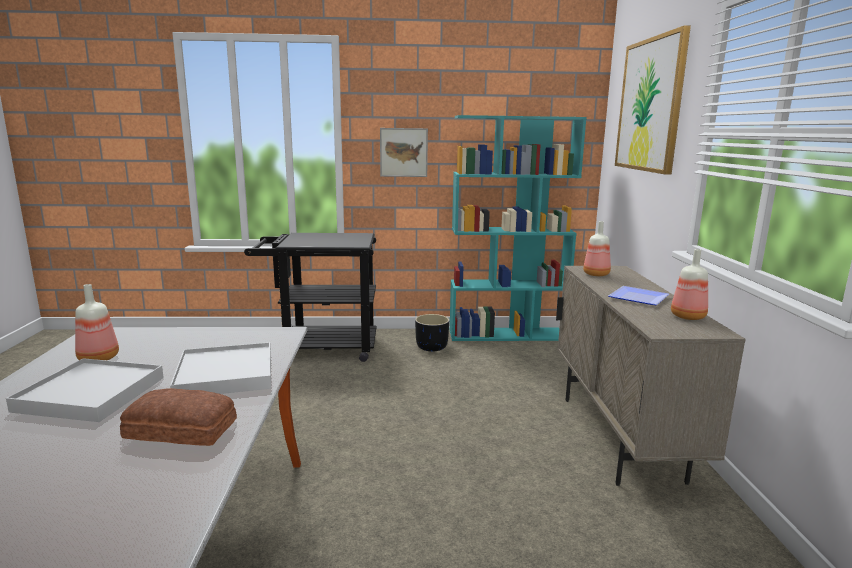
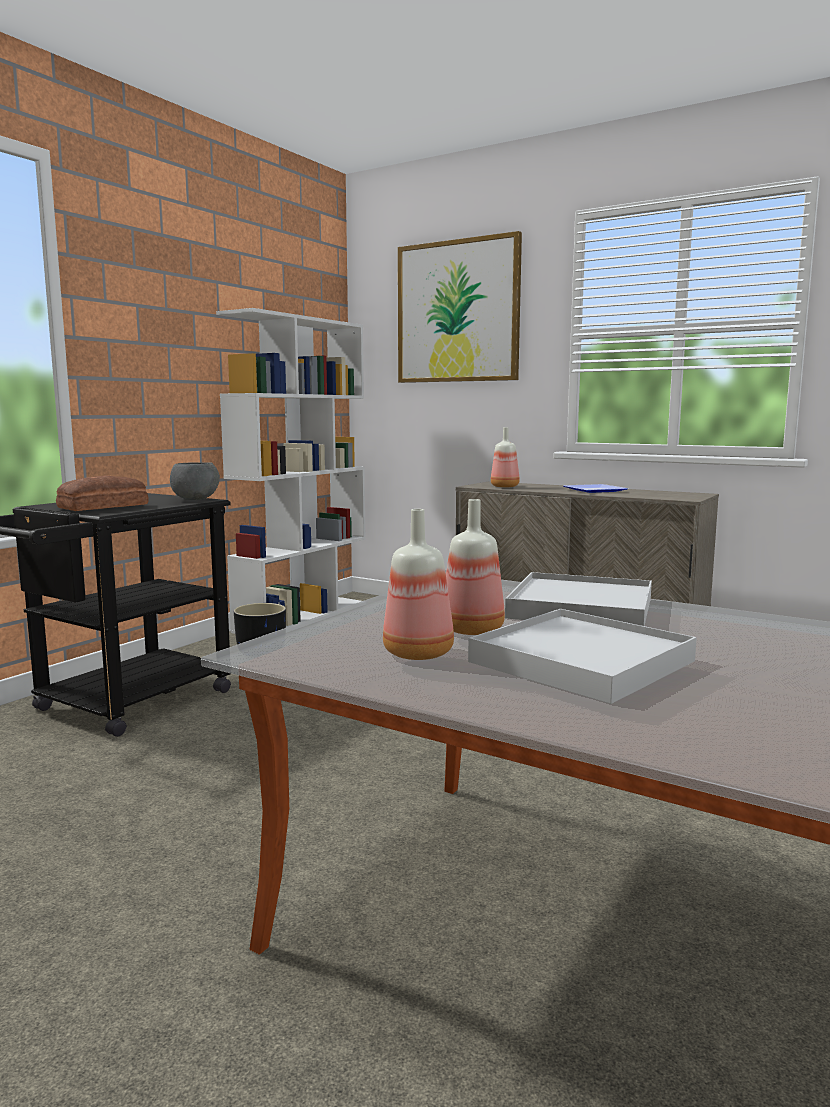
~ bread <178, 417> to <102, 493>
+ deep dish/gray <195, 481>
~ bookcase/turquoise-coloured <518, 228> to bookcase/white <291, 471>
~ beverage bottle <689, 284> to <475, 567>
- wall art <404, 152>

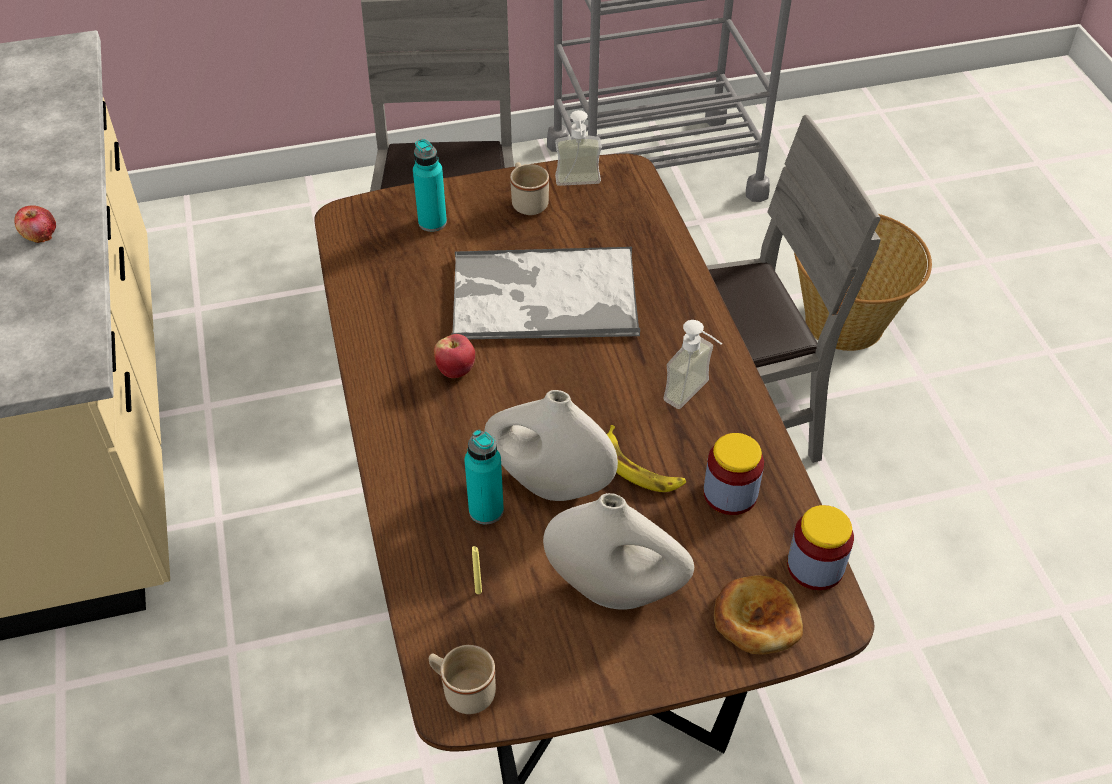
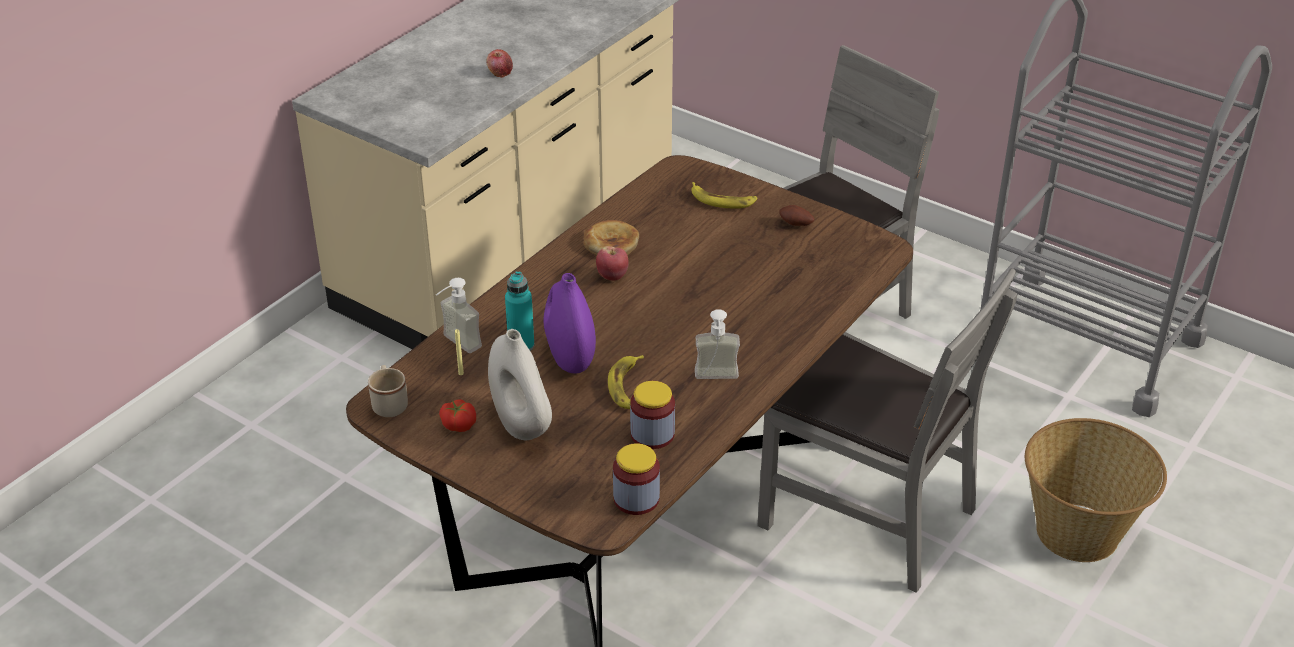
~ soap dispenser <578, 148> to <459, 315>
+ tomato <457, 415>
~ vase/white <551, 445> to vase/purple-coloured <569, 323>
~ bread <758, 615> to <611, 237>
~ beverage bottle/turquoise-coloured <430, 185> to whole banana <724, 195>
~ coffee mug/sand-coloured <529, 188> to whole potato <796, 215>
- serving tray <545, 293>

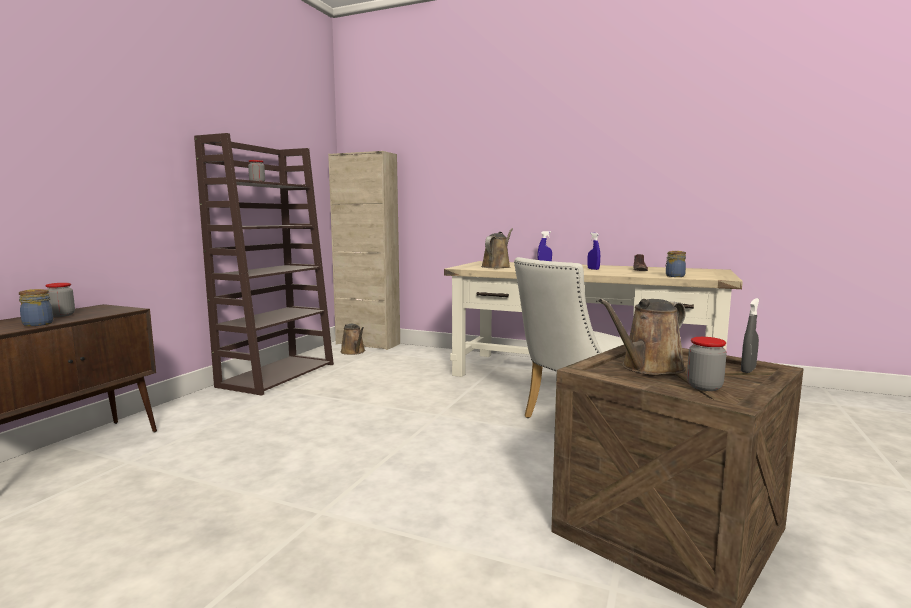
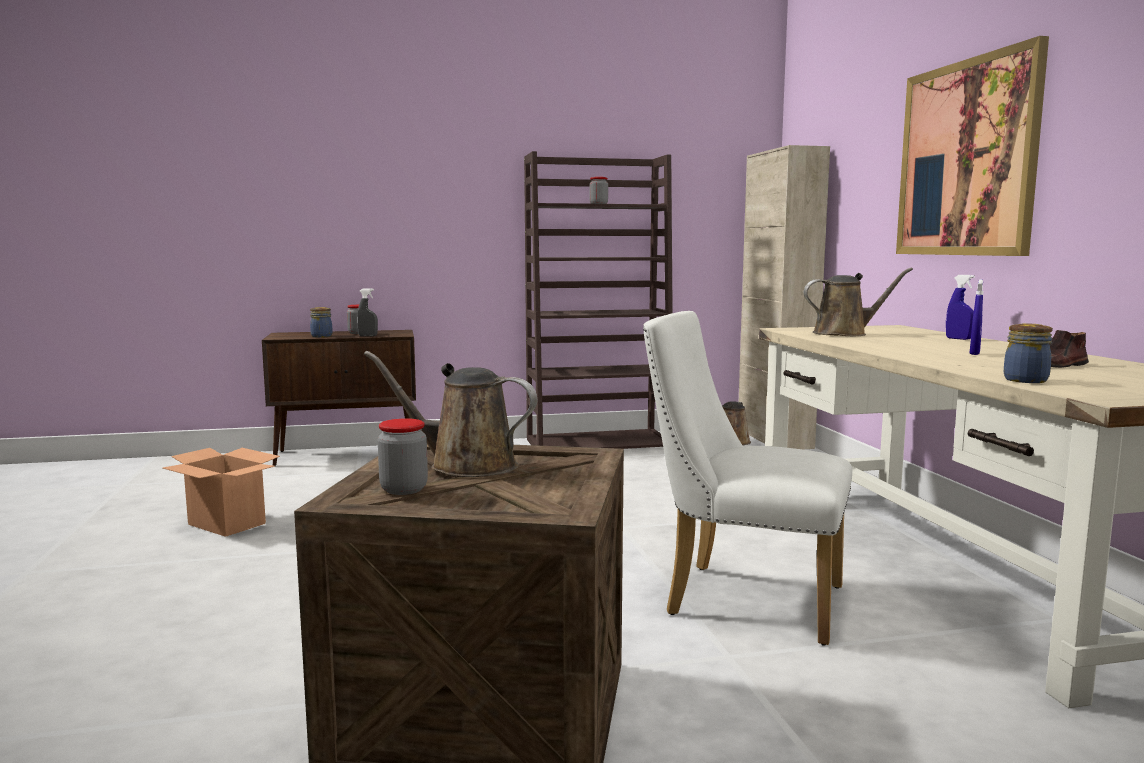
+ packing box <221, 492>
~ hand sprayer/gray <750, 335> to <367, 312>
+ wall art <972, 146>

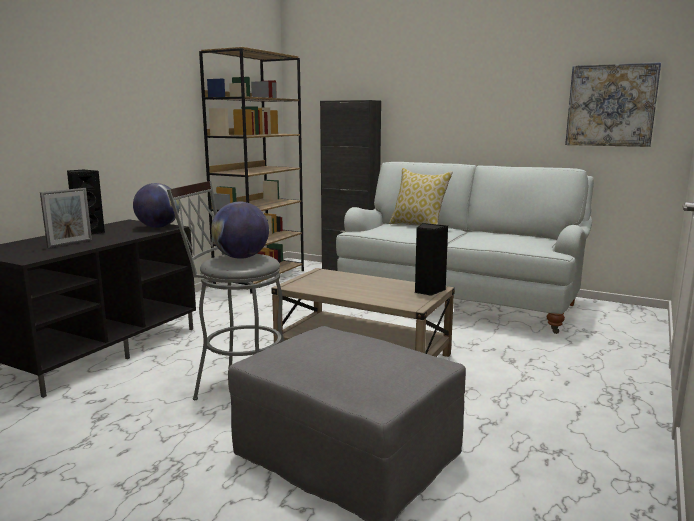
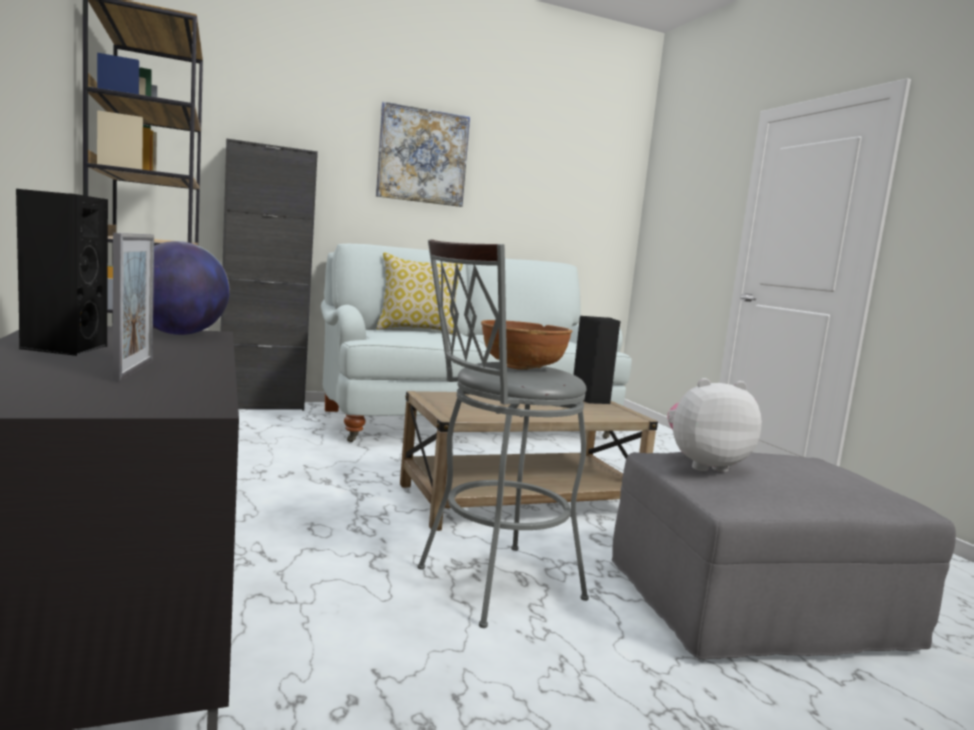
~ wall art <613, 104> to <423, 154>
~ world globe <240, 230> to deep dish/brownish <527, 345>
+ plush toy <715, 425>

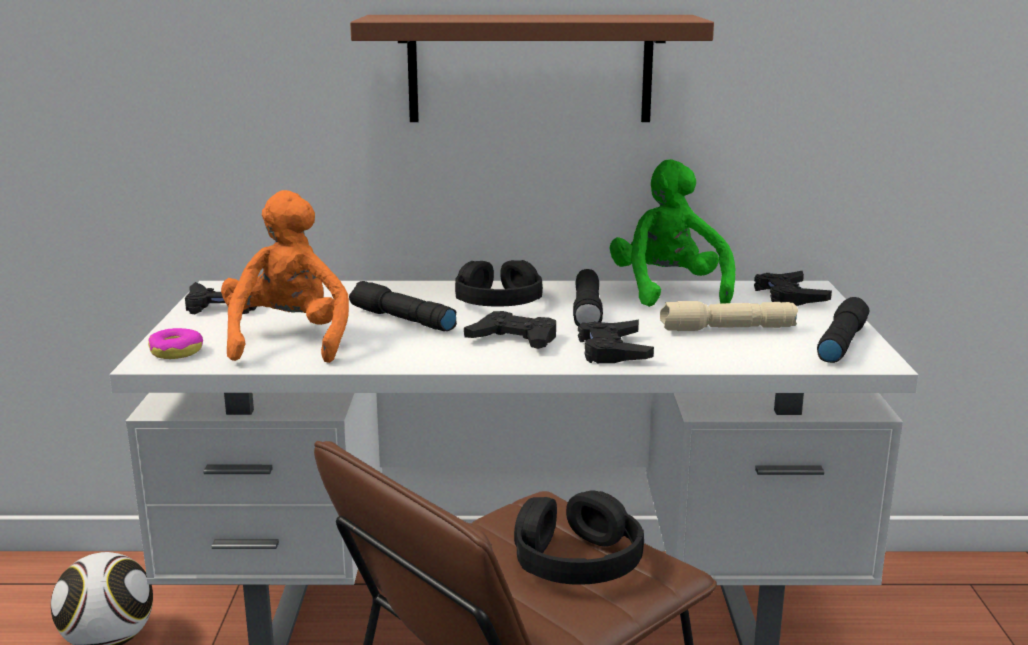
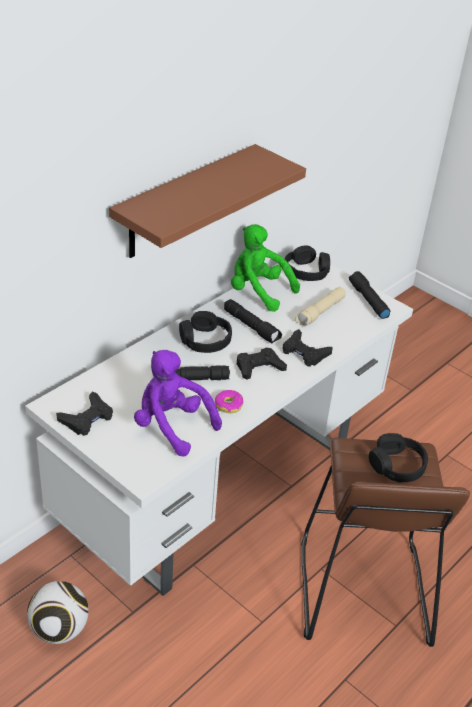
~ plush toy/orange-coloured <285, 276> to plush toy/purple-coloured <178, 403>
~ doughnut <175, 343> to <229, 401>
~ gamepad/black <793, 288> to headset/black <307, 263>

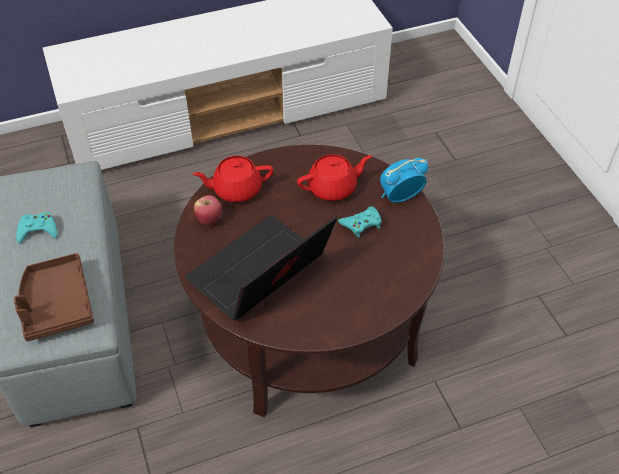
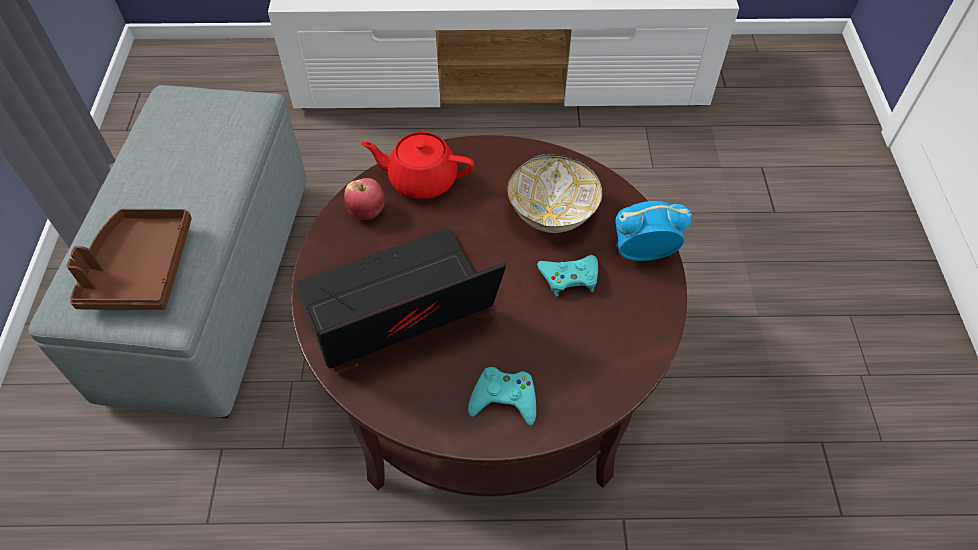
~ gamepad/turquoise-coloured <36, 227> to <502, 396>
~ pot for tea/reddish <334, 177> to deep dish <555, 193>

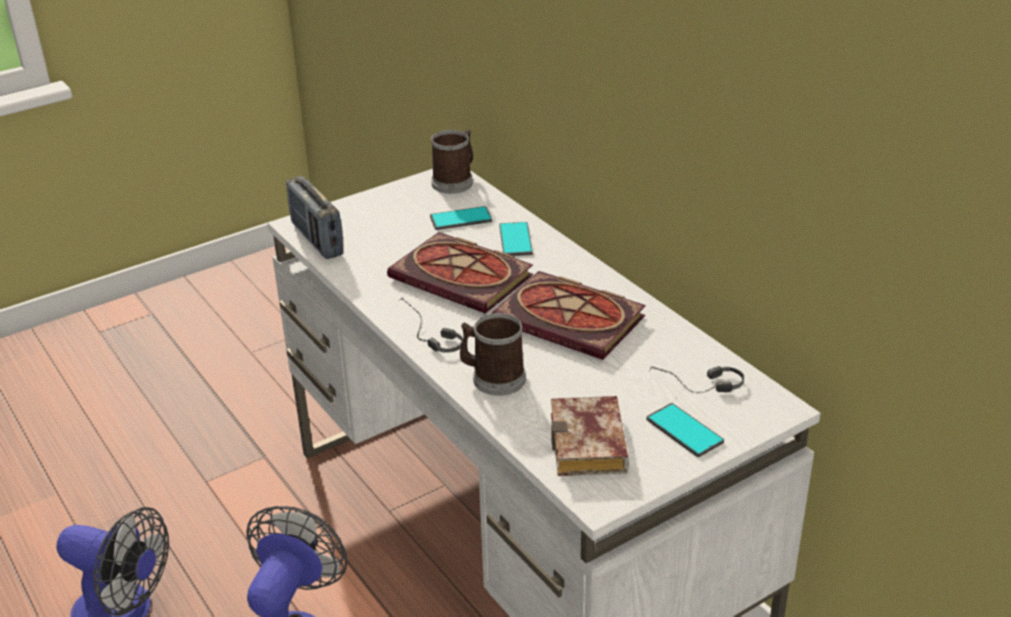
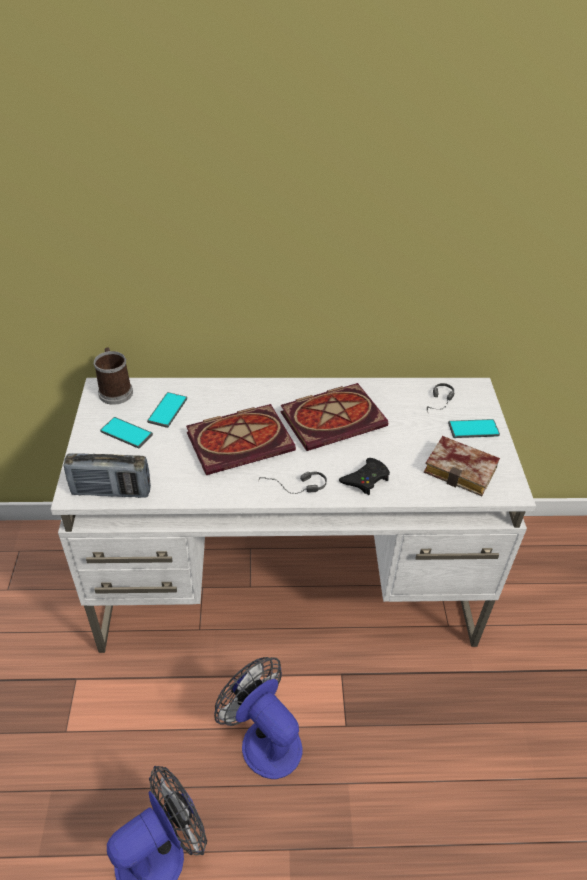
~ phone <516, 239> to <126, 432>
~ coffee mug <493, 354> to gamepad/black <364, 476>

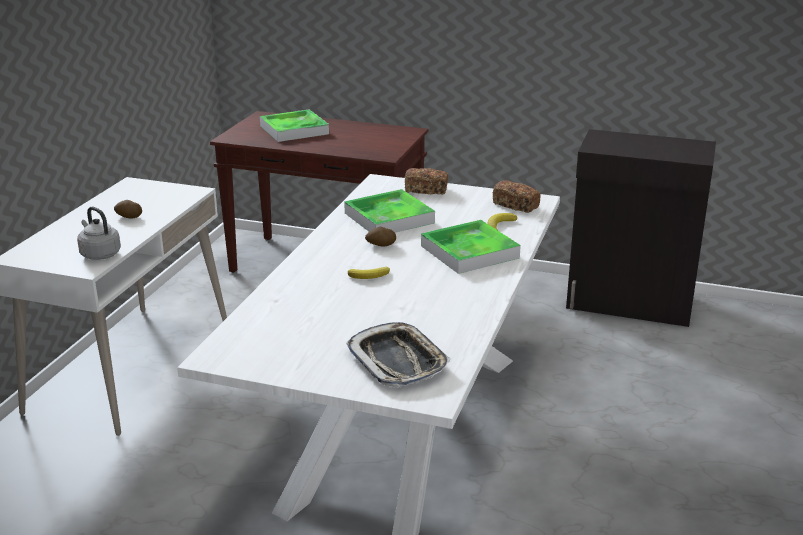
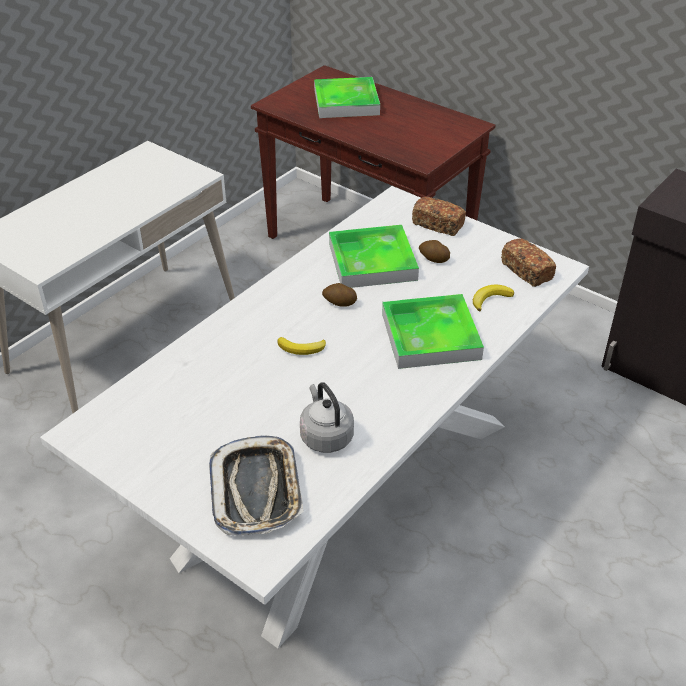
~ kettle/gray <99, 233> to <327, 417>
~ whole potato <128, 209> to <434, 251>

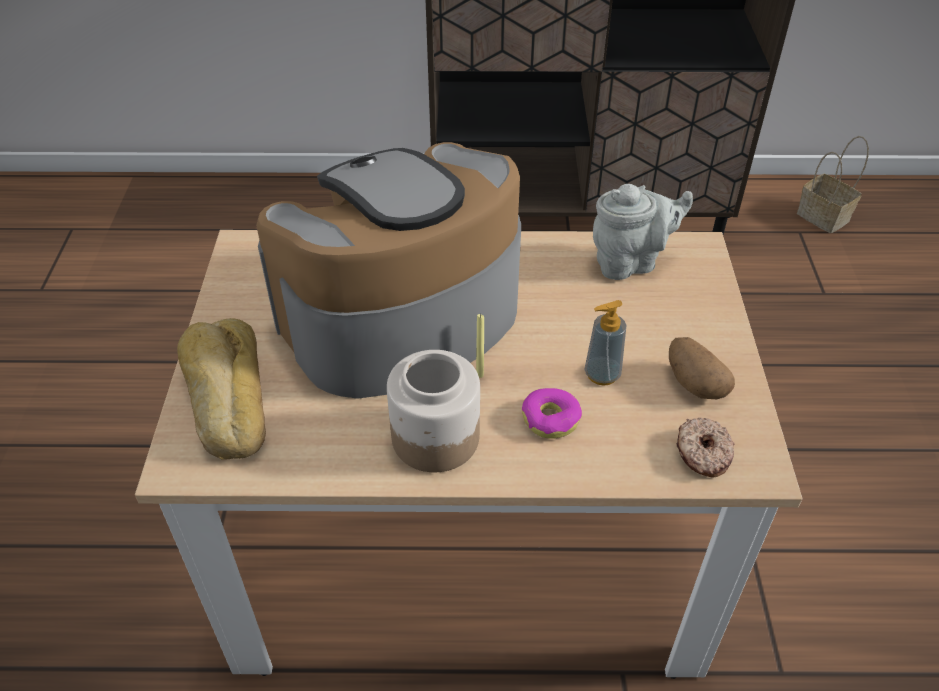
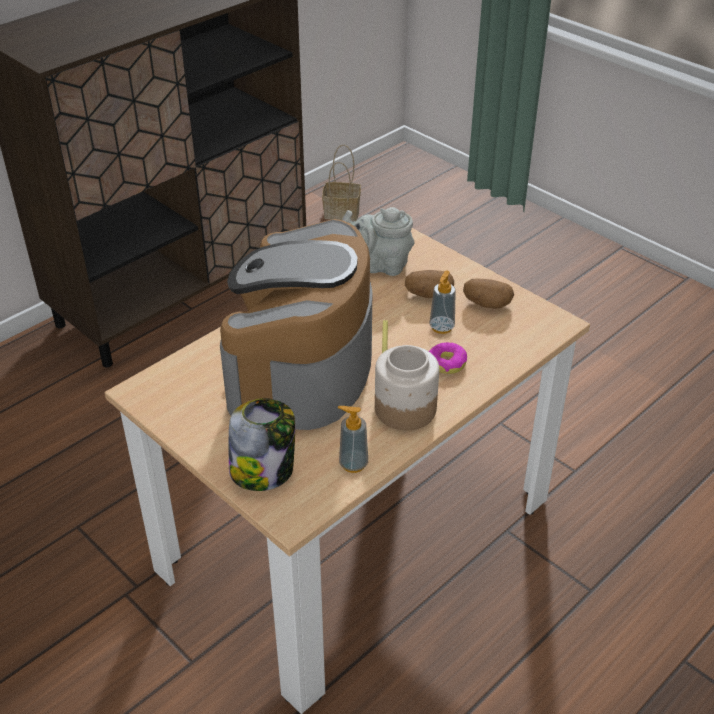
~ bread <221, 389> to jar <262, 444>
+ soap dispenser <353, 439>
~ pot for tea/gray <643, 232> = <378, 241> 105 degrees counterclockwise
+ whole potato <429, 284>
- doughnut <705, 447>

